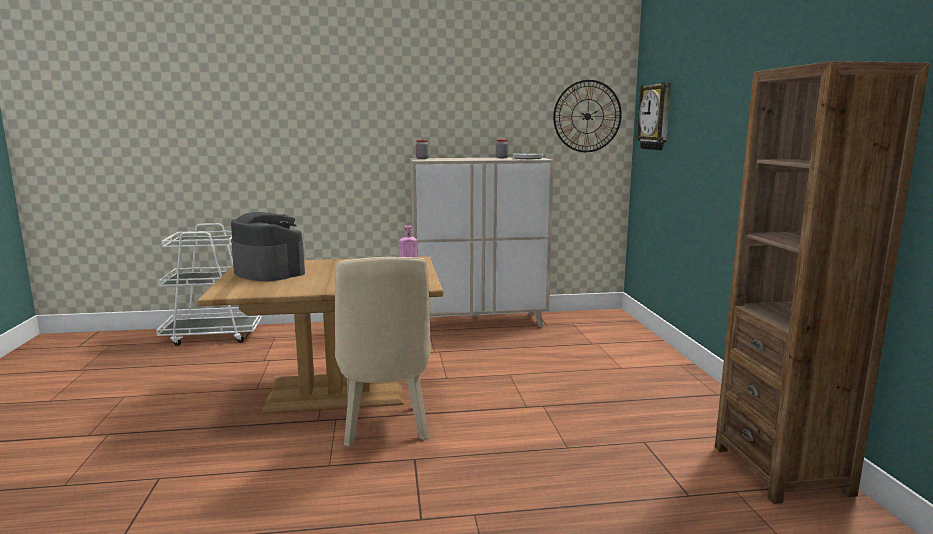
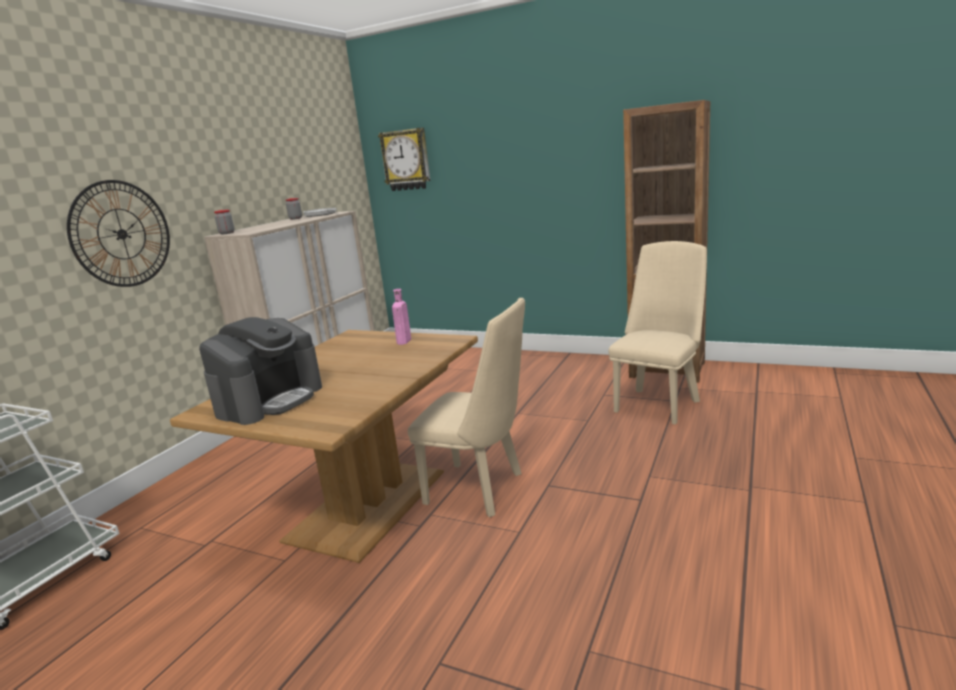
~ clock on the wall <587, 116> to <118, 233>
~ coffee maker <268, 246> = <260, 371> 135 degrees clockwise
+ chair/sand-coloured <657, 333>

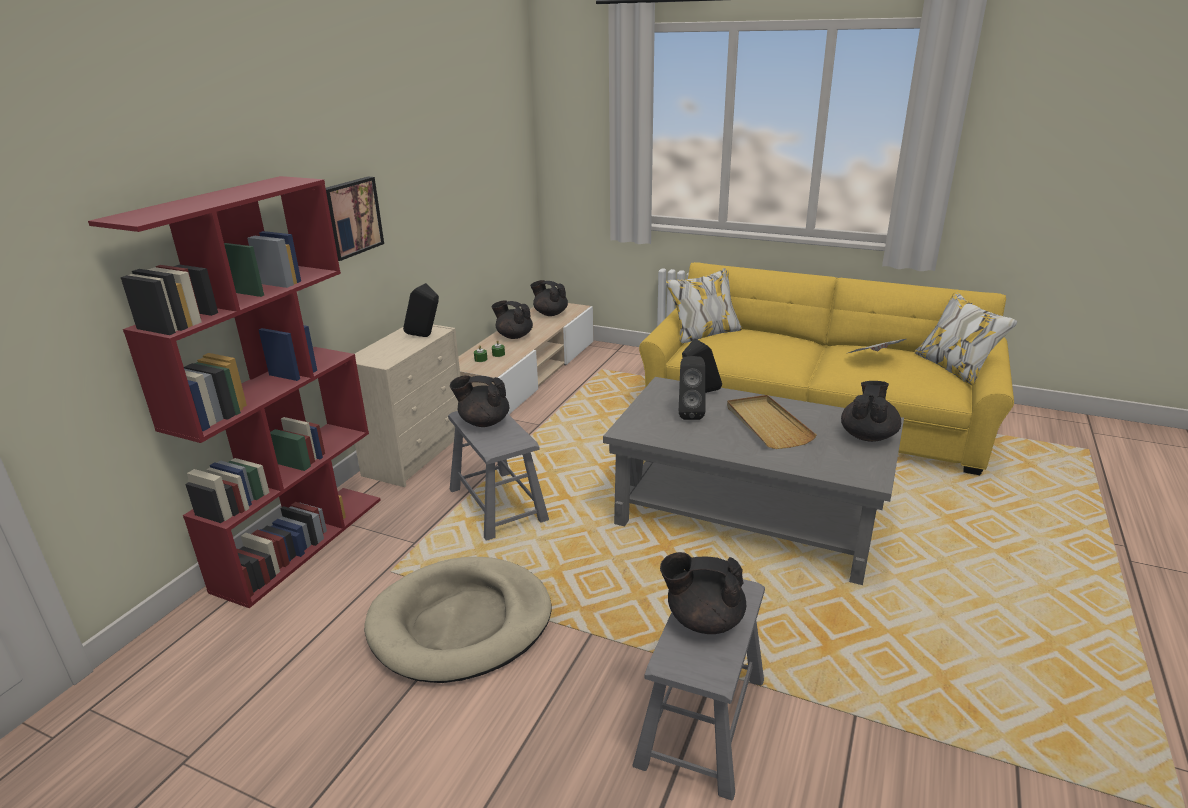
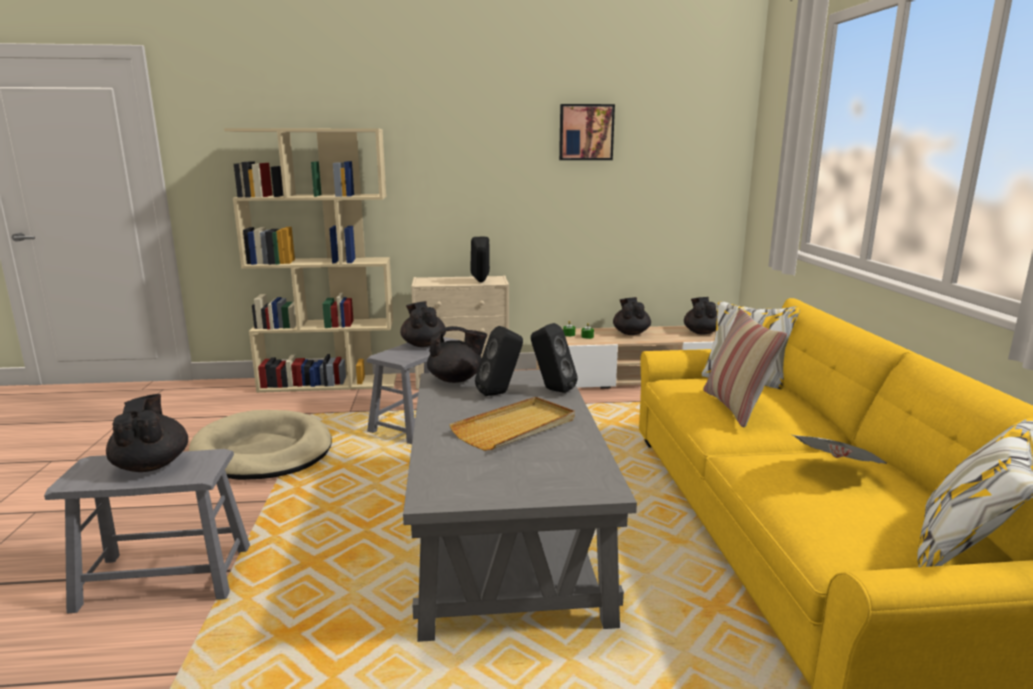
~ bookcase/reddish <234, 392> to bookcase/sand-coloured <310, 260>
~ pot for tea/black <871, 411> to <457, 354>
~ wall art <355, 219> to <587, 132>
+ throw pillow <745, 368>

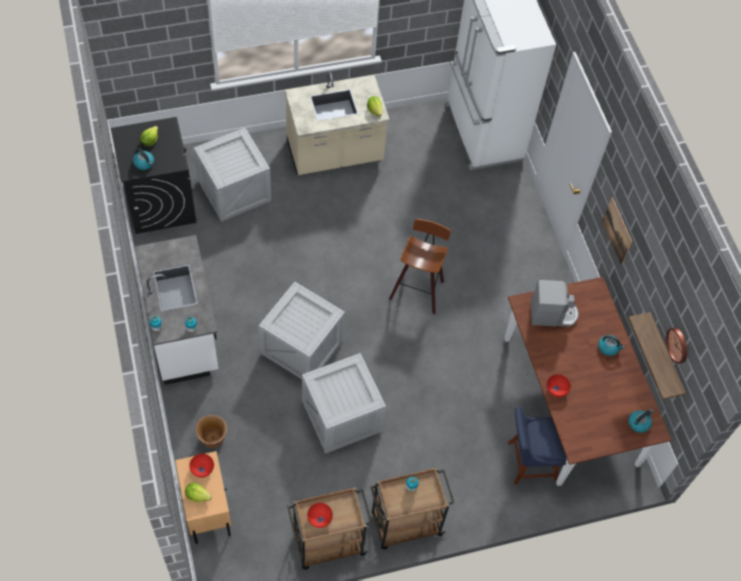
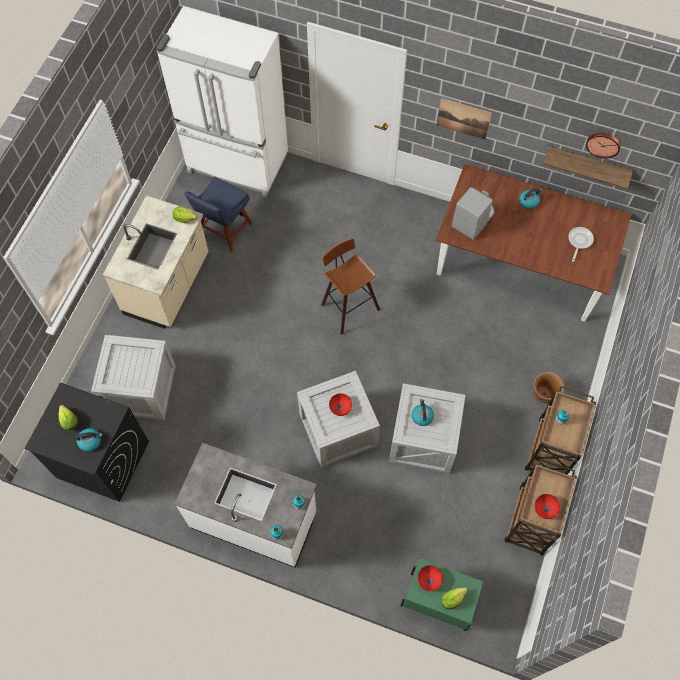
~ chair/blue <537, 445> to <218, 214>
~ deep dish/reddish <559, 386> to <340, 404>
~ nightstand/sand-coloured <203, 497> to nightstand/green-coloured <441, 594>
~ kettle <640, 421> to <423, 412>
~ flower pot/brownish <211, 431> to <548, 387>
+ frying pan <581, 244>

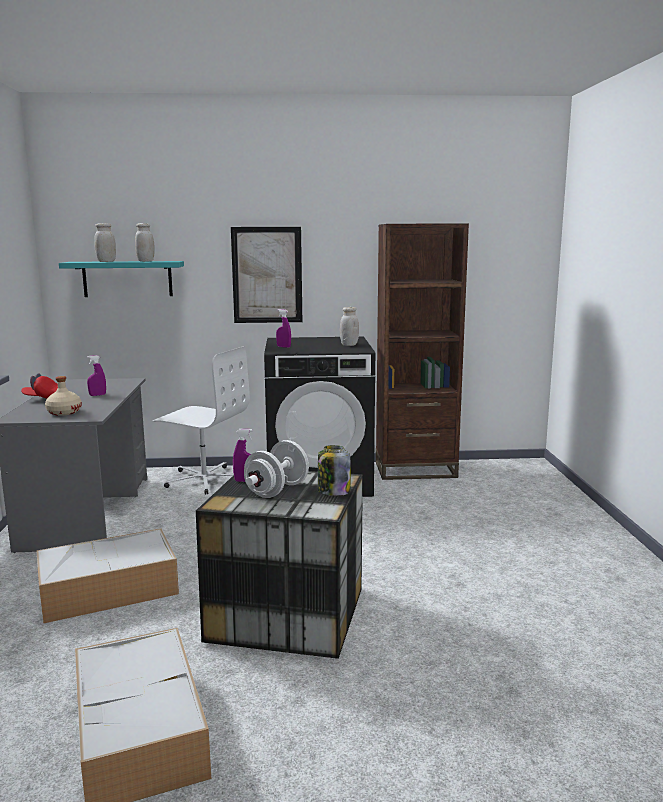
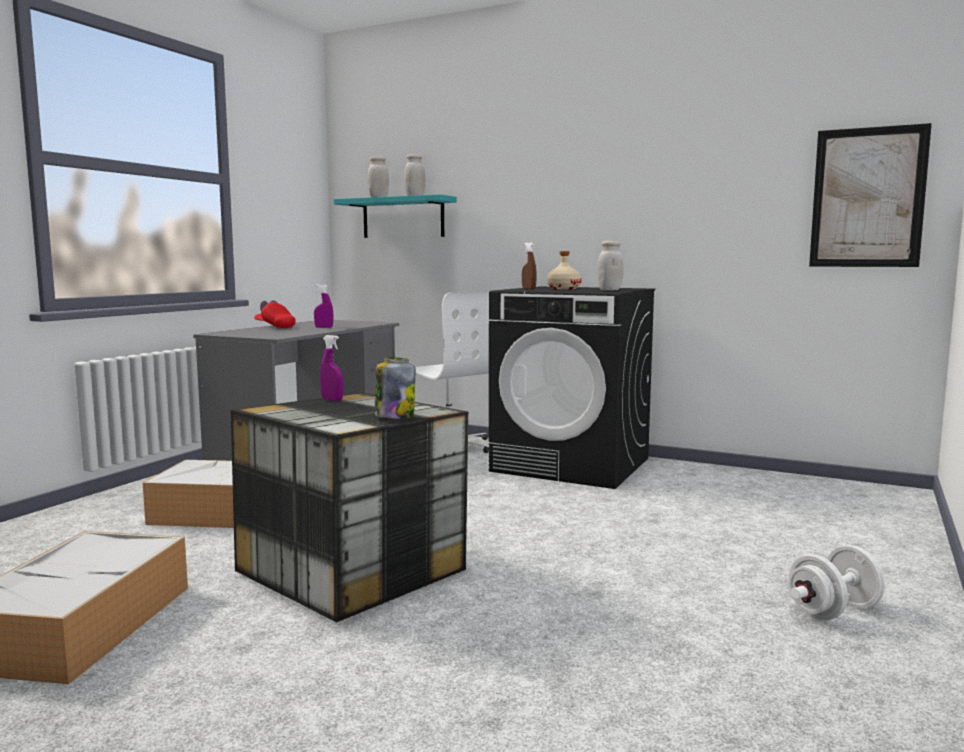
~ hand sprayer/purple-coloured <283, 328> to hand sprayer/brownish <529, 265>
~ beverage bottle/sand-coloured <63, 396> to <564, 270>
~ hand weight/white <276, 469> to <836, 583>
~ wall art <266, 275> to <870, 195>
- bookcase/brownish <422, 352>

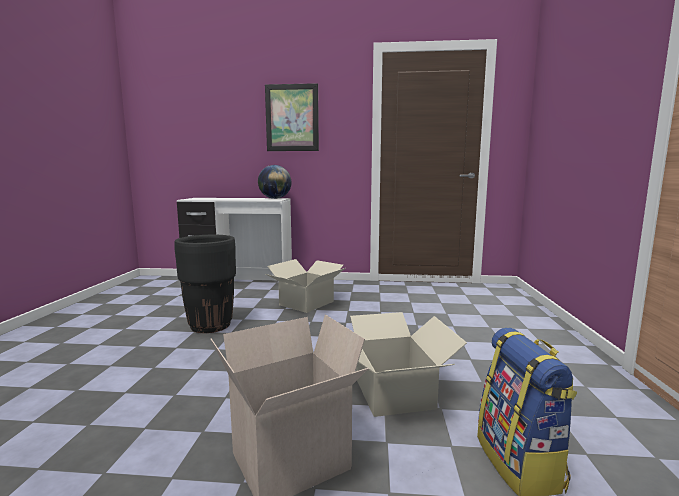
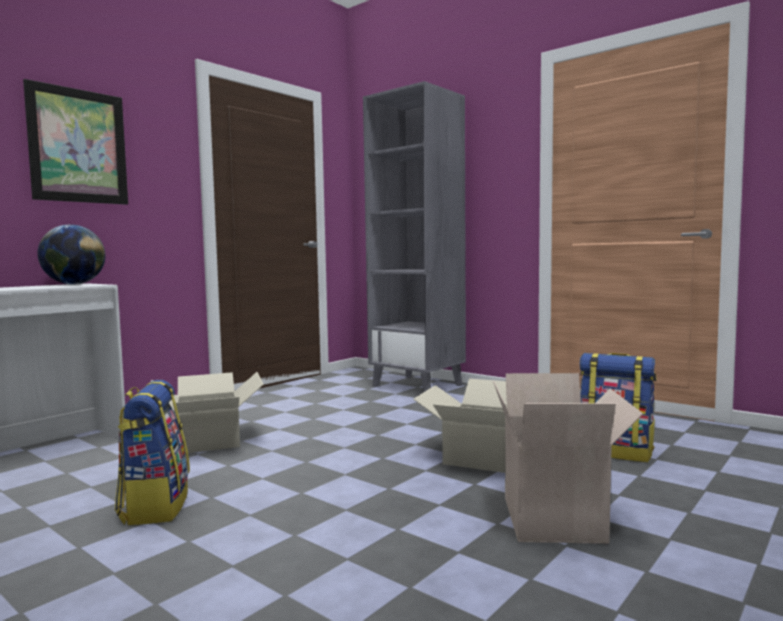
~ flower pot/black <205, 284> to knapsack <152, 452>
+ bookcase/gray <414, 236>

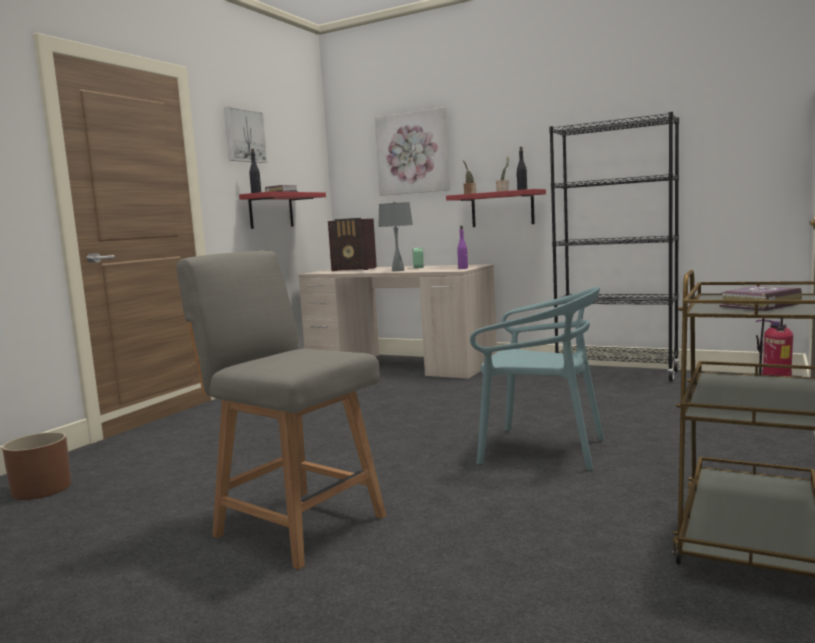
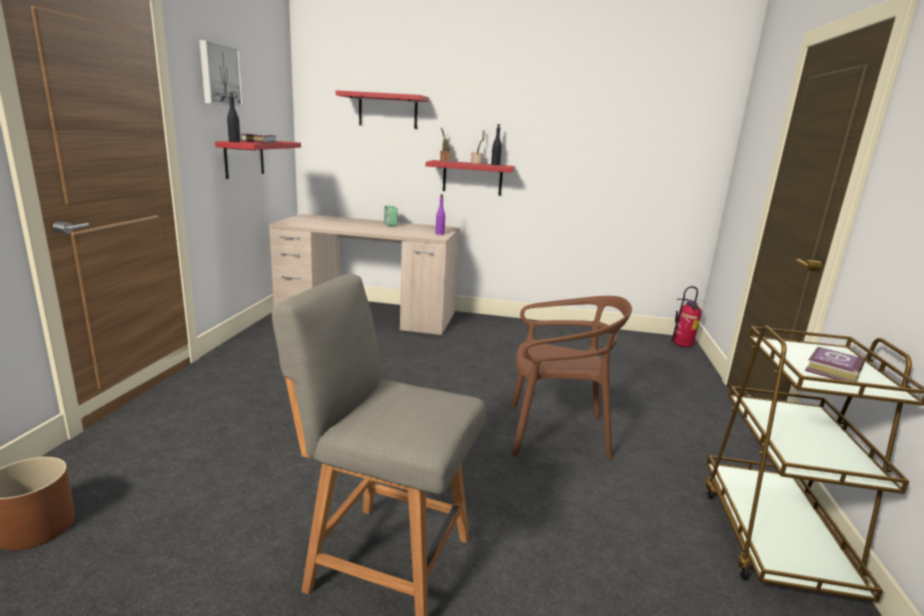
~ wall art <412, 151> to bracket shelf/reddish <382, 109>
~ chair/turquoise-coloured <537, 379> to chair/brownish <571, 377>
- radio set <352, 244>
- lamp for a table/gray <395, 236>
- bookcase/black <614, 246>

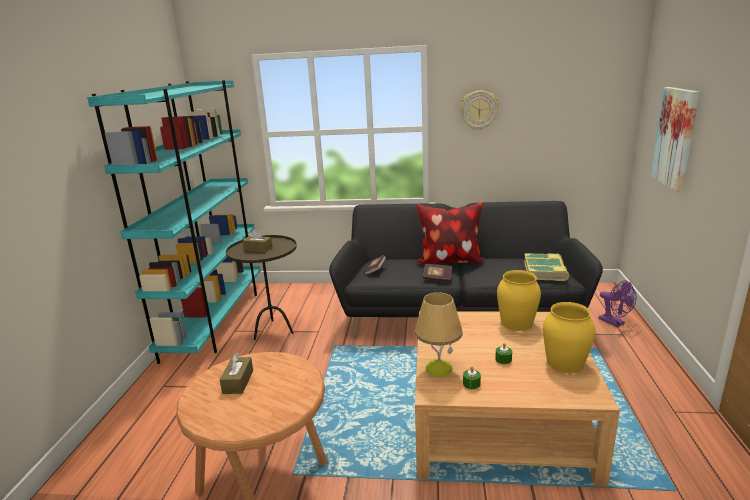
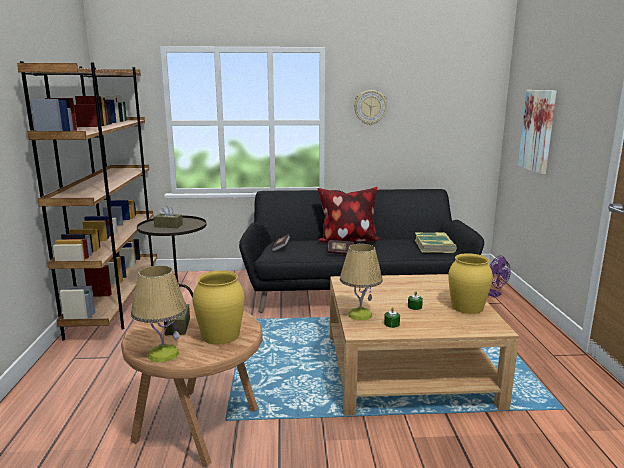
~ bookcase/turquoise-coloured <174, 222> to bookcase/brownish <87, 201>
+ lamp for a table <159, 314>
~ vase/yellowish <519, 300> to <218, 308>

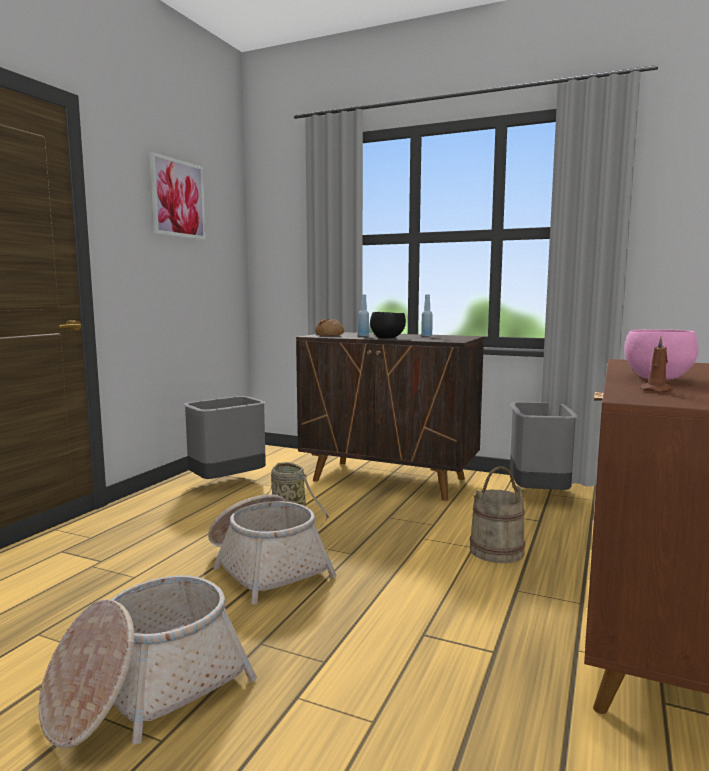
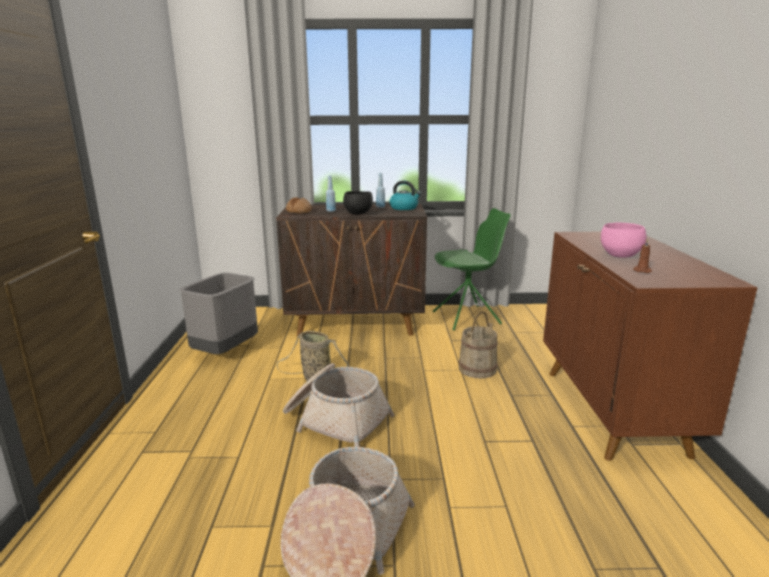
+ kettle <405, 195>
~ rubbish bin/gray <544, 446> to chair/green-coloured <472, 269>
- wall art <177, 196>

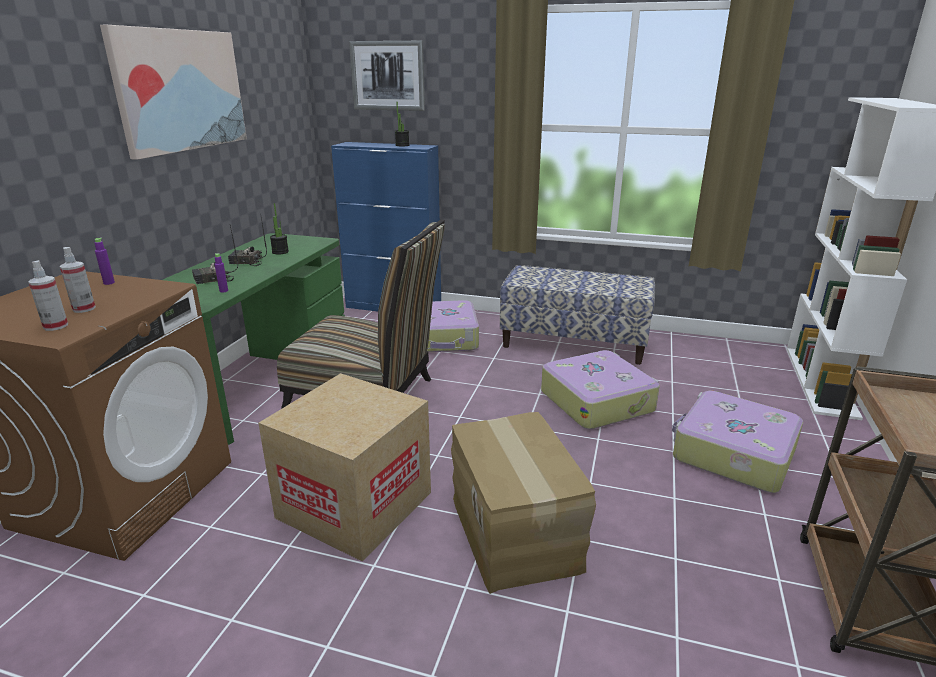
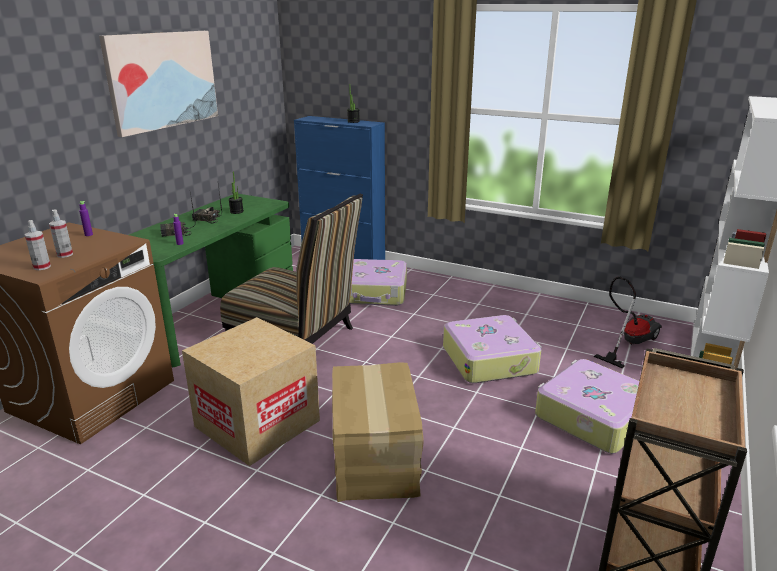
+ vacuum <627, 322>
- wall art <387, 76>
- bench <577, 315>

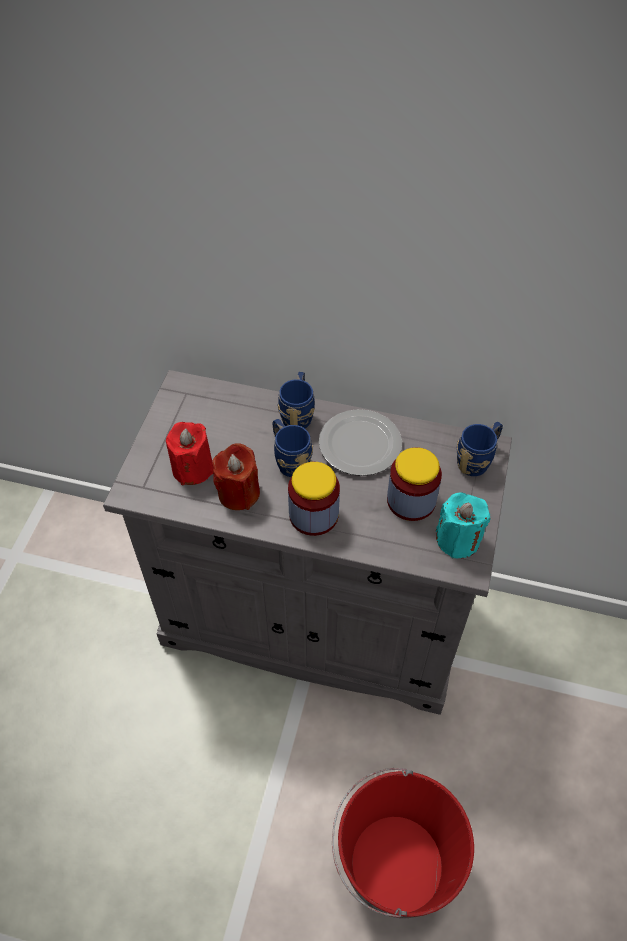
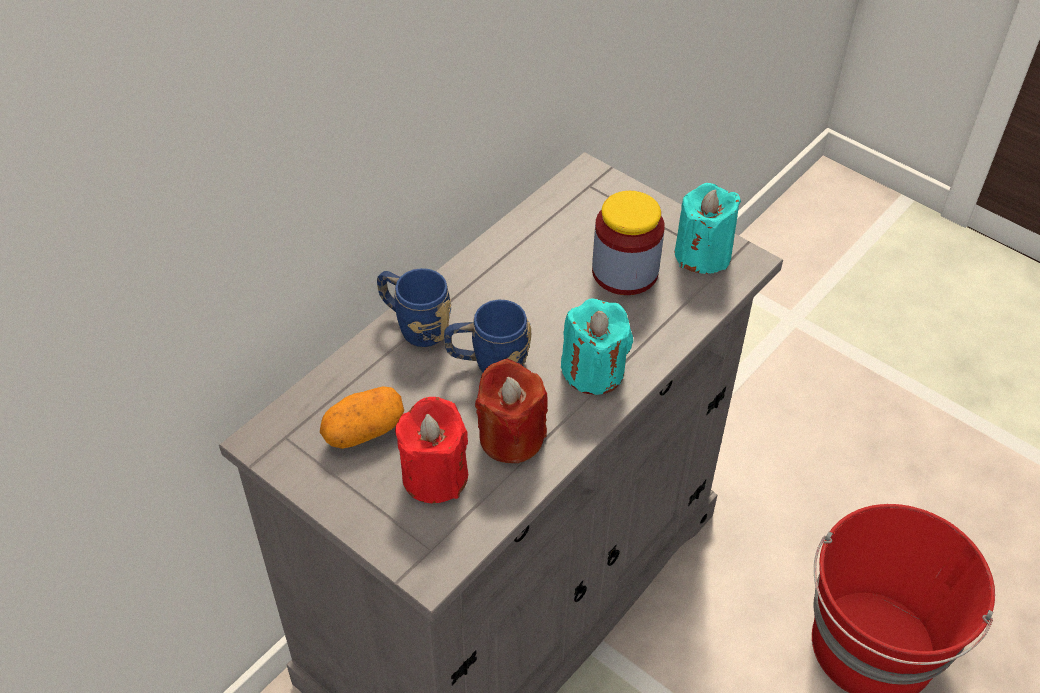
+ whole potato <362, 417>
~ jar <314, 499> to wax light/turquoise-coloured <597, 346>
- dinner plate <360, 442>
- coffee mug/blue <479, 449>

